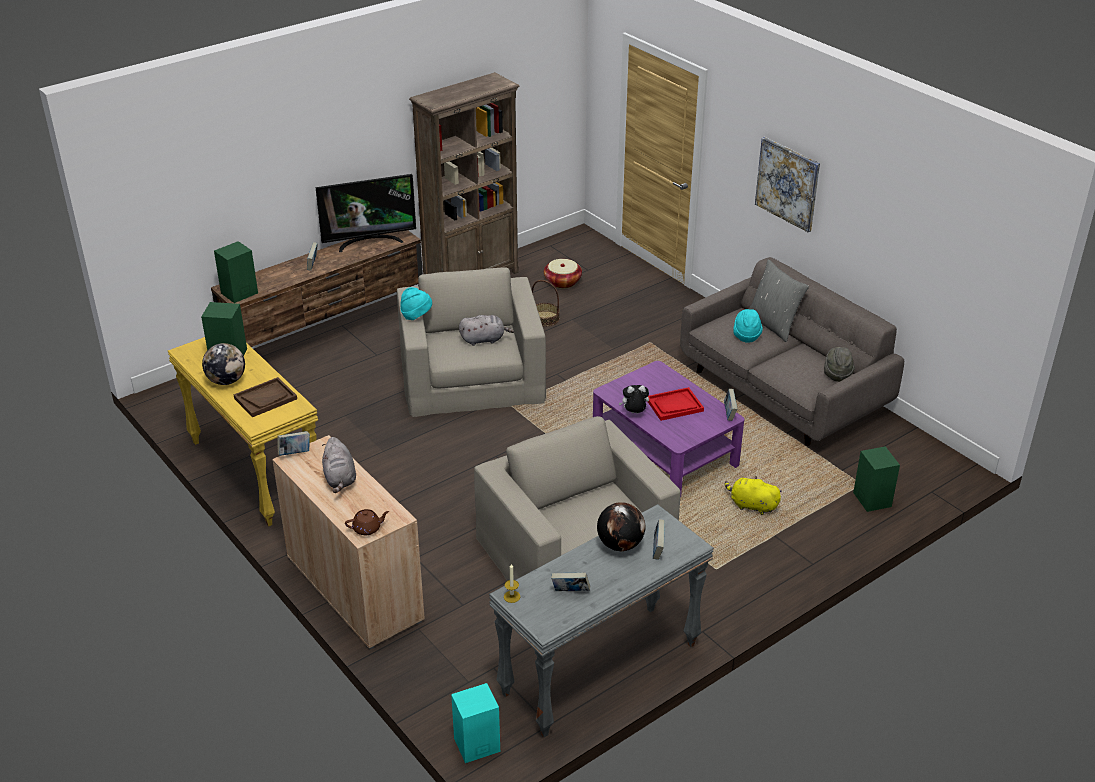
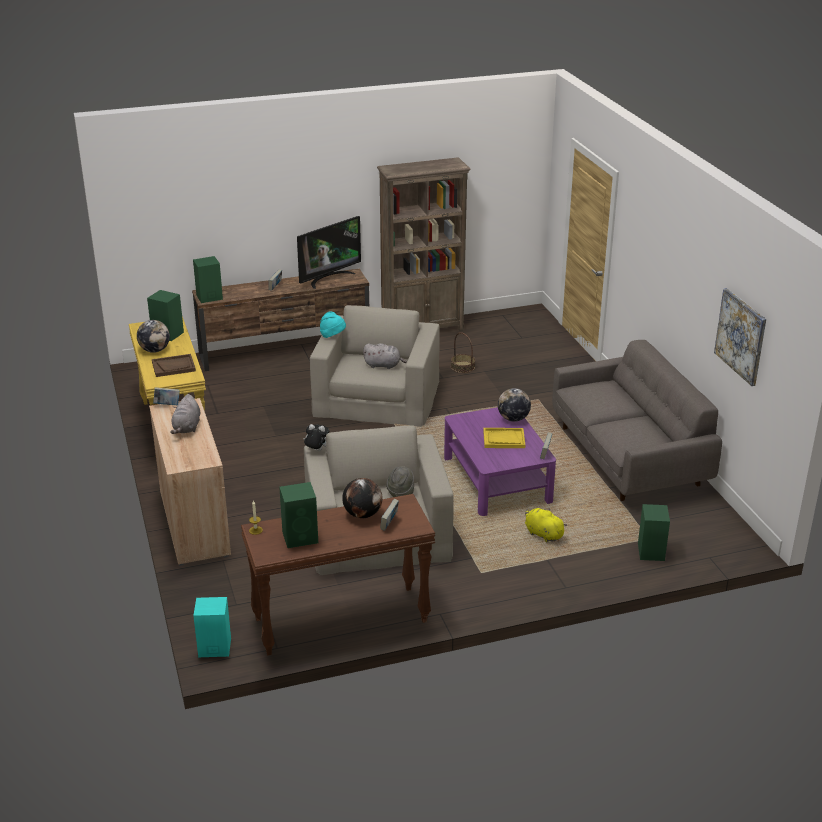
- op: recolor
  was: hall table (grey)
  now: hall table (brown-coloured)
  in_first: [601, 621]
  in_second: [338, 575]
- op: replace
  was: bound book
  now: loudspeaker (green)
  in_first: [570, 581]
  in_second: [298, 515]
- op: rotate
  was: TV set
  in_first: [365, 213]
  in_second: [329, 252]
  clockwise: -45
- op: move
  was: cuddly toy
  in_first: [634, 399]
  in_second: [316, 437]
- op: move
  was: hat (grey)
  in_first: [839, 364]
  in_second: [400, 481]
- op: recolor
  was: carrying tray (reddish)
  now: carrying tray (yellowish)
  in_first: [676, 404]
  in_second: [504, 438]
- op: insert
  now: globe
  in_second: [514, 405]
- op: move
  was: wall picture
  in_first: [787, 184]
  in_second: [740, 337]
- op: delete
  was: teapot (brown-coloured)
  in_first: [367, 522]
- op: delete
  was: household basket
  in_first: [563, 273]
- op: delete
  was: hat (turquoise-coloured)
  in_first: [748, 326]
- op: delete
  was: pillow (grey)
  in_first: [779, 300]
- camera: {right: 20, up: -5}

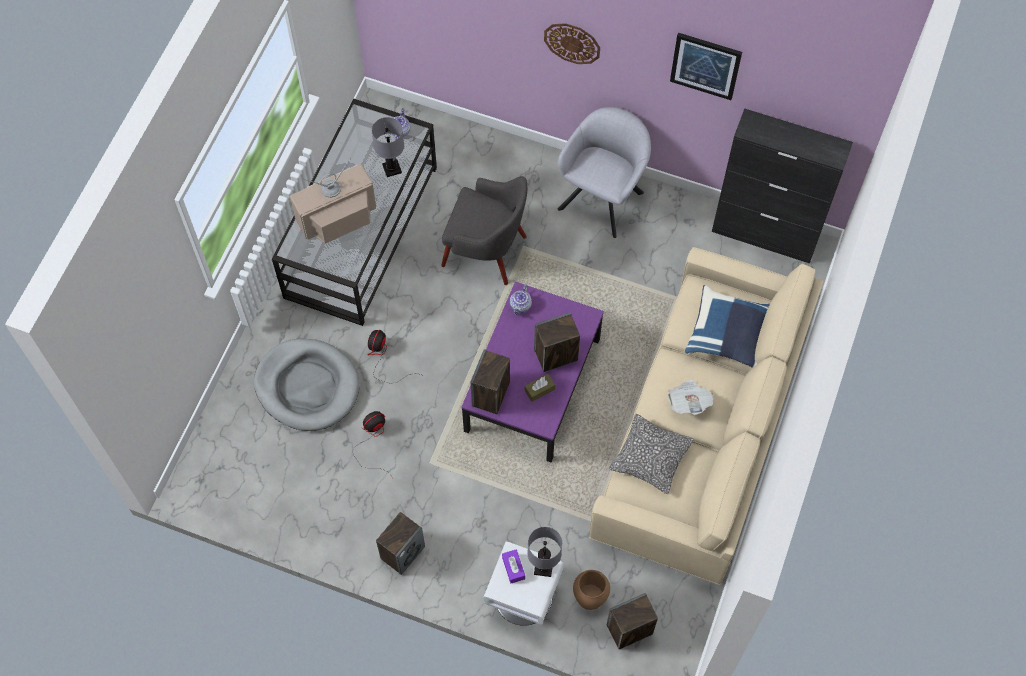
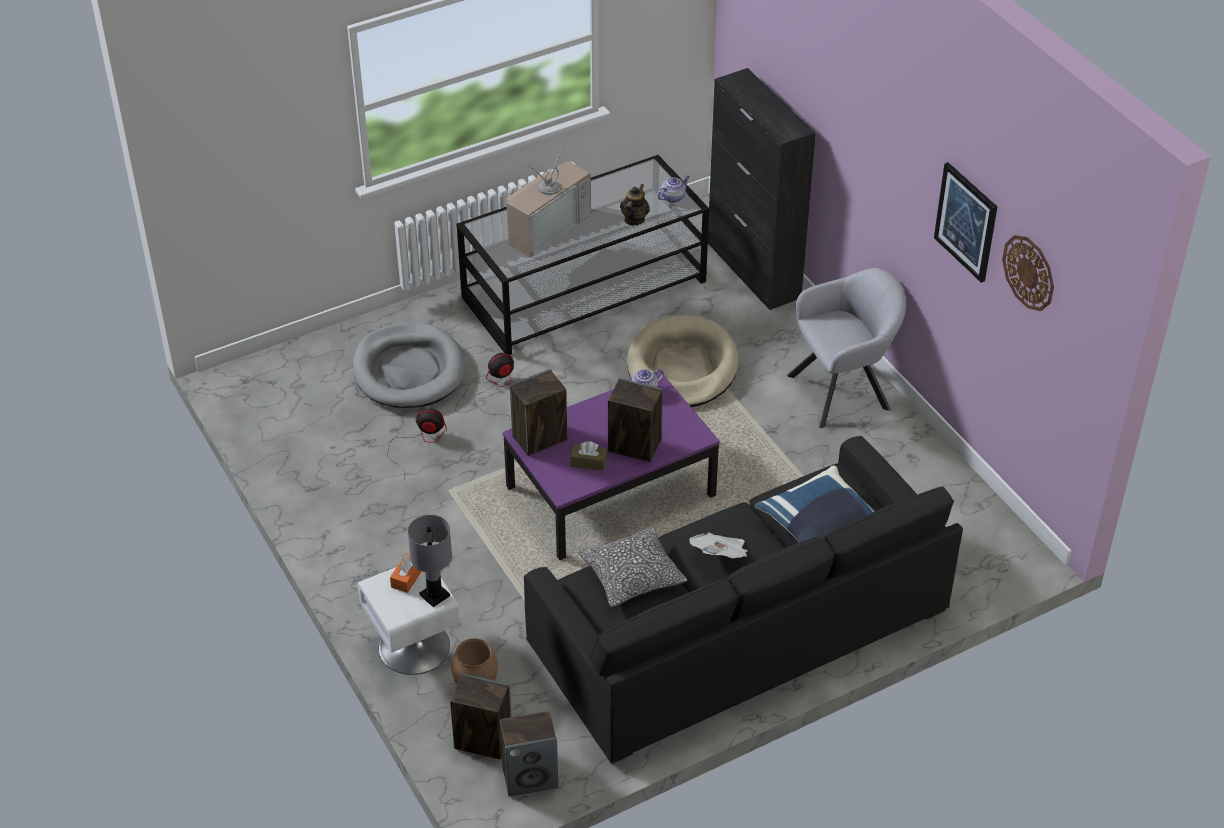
- op: recolor
  was: tissue box (purple)
  now: tissue box (orange)
  in_first: [513, 566]
  in_second: [406, 573]
- op: move
  was: loudspeaker
  in_first: [400, 543]
  in_second: [529, 753]
- op: rotate
  was: TV set
  in_first: [333, 201]
  in_second: [548, 197]
  clockwise: 120
- op: recolor
  was: settee (beige)
  now: settee (black-coloured)
  in_first: [706, 416]
  in_second: [743, 600]
- op: replace
  was: tabletop lamp (grey)
  now: teapot
  in_first: [388, 147]
  in_second: [635, 204]
- op: replace
  was: armchair (grey)
  now: dog bed (beige)
  in_first: [484, 231]
  in_second: [683, 361]
- op: move
  was: storage cabinet (black-coloured)
  in_first: [782, 186]
  in_second: [762, 189]
- op: move
  was: wall clock
  in_first: [572, 43]
  in_second: [1028, 273]
- camera: {right: 40, up: -20}

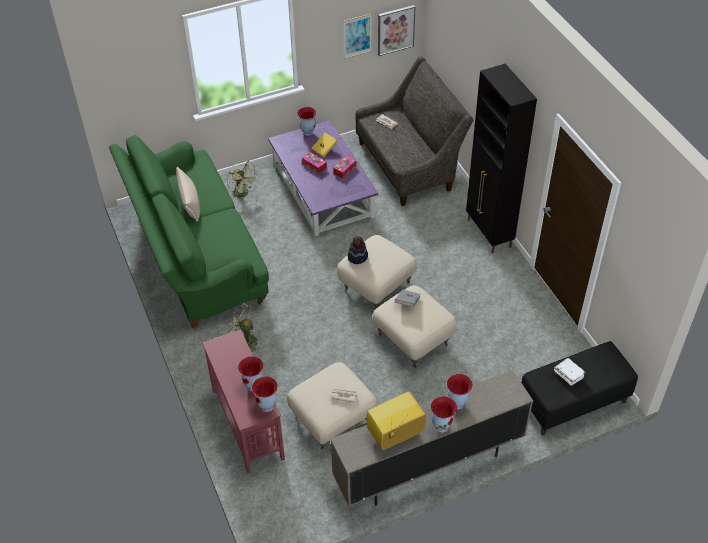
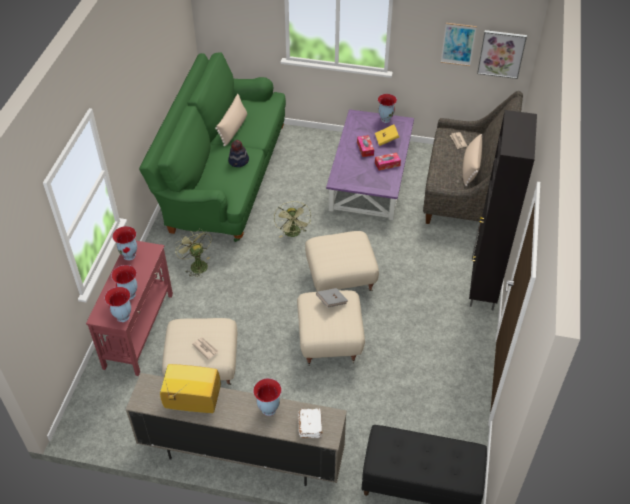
- op: move
  was: decorative vase
  in_first: [444, 414]
  in_second: [124, 243]
- op: move
  was: hat
  in_first: [358, 250]
  in_second: [238, 153]
- op: move
  was: fan (green)
  in_first: [242, 181]
  in_second: [292, 219]
- op: move
  was: bound book (white-coloured)
  in_first: [570, 372]
  in_second: [310, 423]
- op: insert
  now: pillow (beige)
  in_second: [472, 160]
- camera: {right: 35, up: 0}

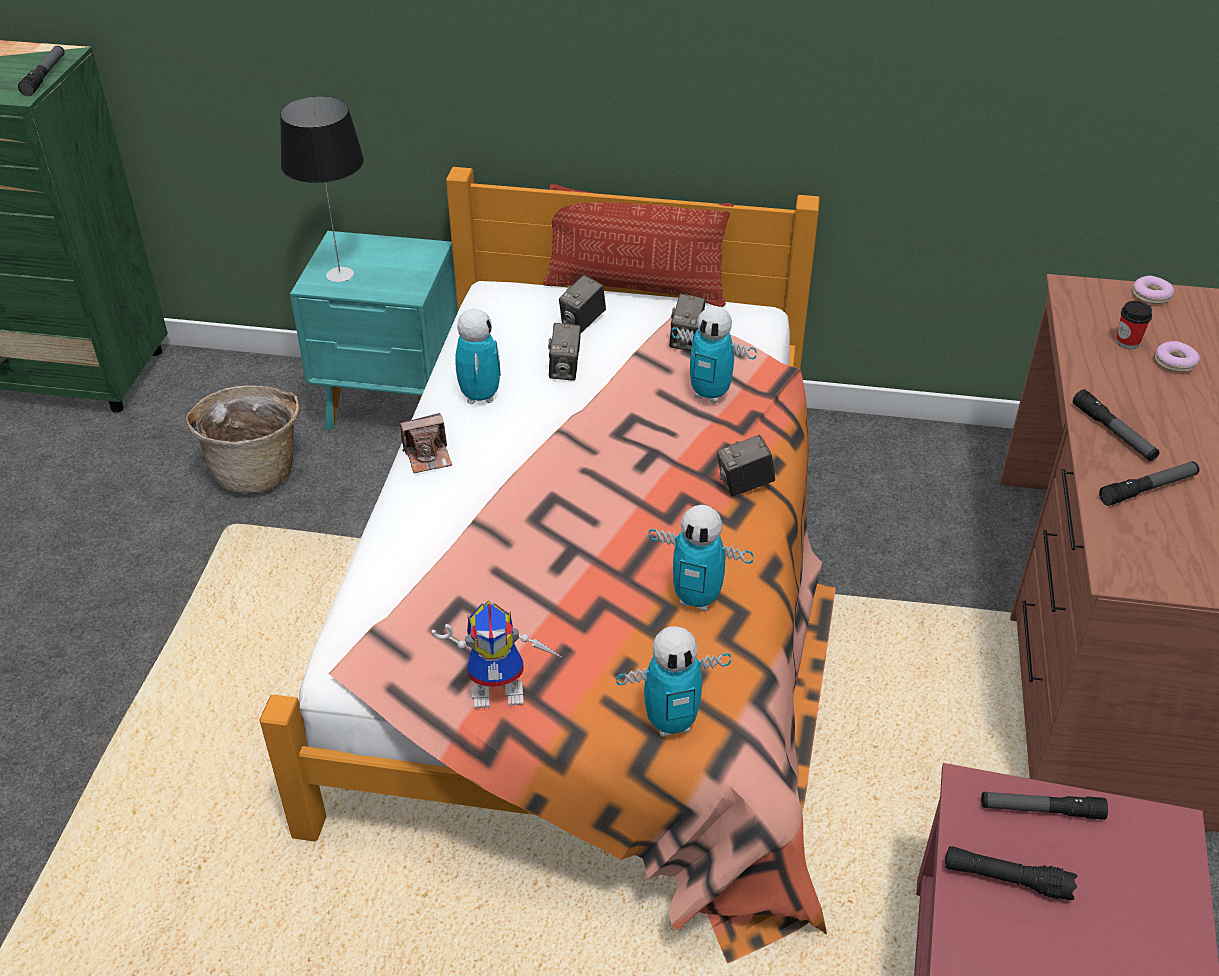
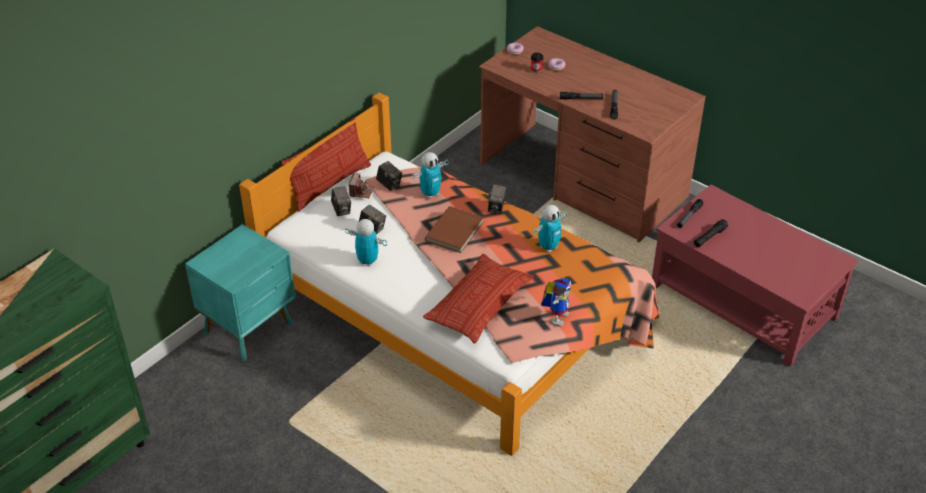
- op: move
  was: photo camera
  in_first: [426, 443]
  in_second: [361, 185]
- op: insert
  now: pillow
  in_second: [478, 298]
- op: insert
  now: bound book (brown-coloured)
  in_second: [454, 229]
- op: delete
  was: torch
  in_first: [41, 71]
- op: delete
  was: household basket
  in_first: [243, 439]
- op: delete
  was: tabletop lamp
  in_first: [322, 189]
- op: delete
  was: model robot
  in_first: [673, 681]
- camera: {right: -60, up: 0}

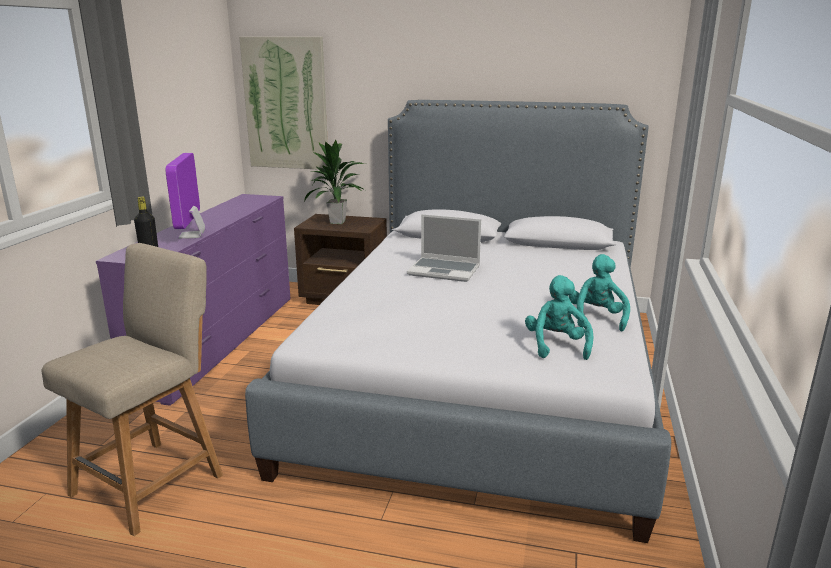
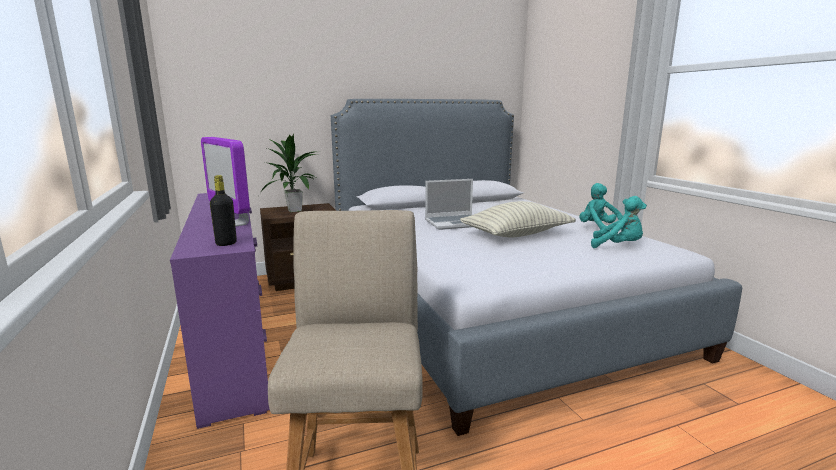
- op: insert
  now: pillow
  in_second: [518, 219]
- op: rotate
  was: cuddly toy (turquoise-coloured)
  in_first: [559, 317]
  in_second: [619, 222]
  clockwise: 150
- op: delete
  was: wall picture
  in_first: [283, 103]
- camera: {right: -35, up: -5}

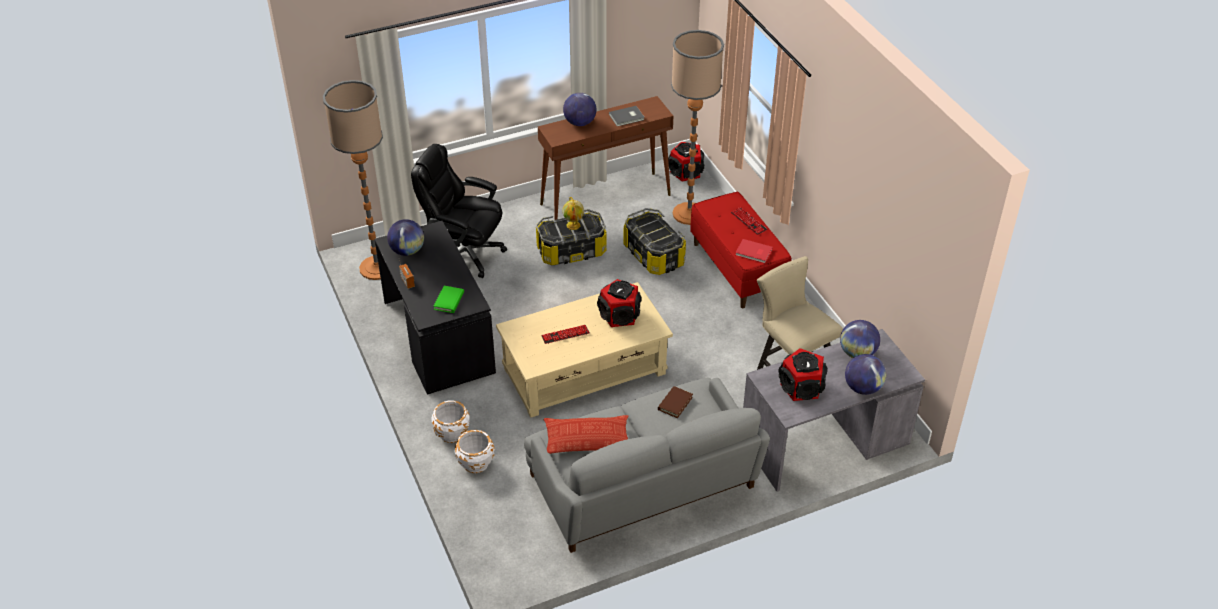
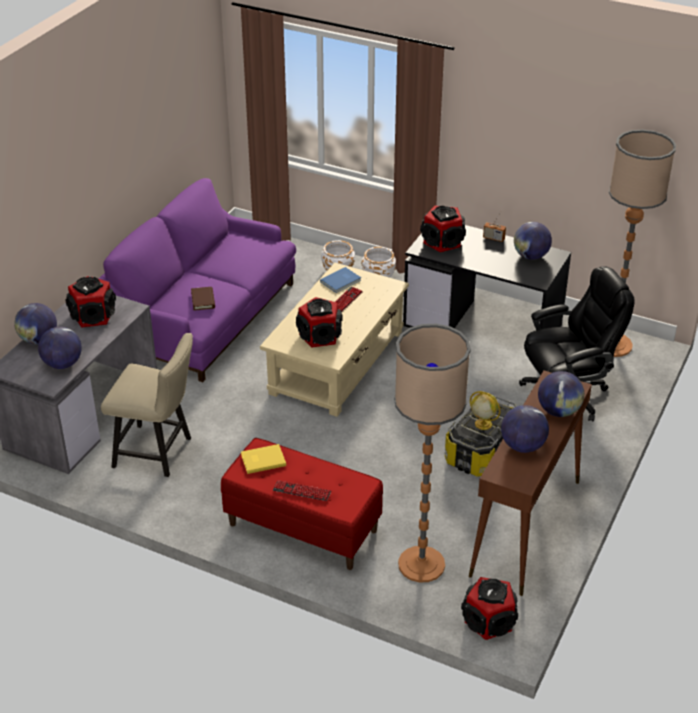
- op: recolor
  was: settee (grey)
  now: settee (purple)
  in_first: [647, 465]
  in_second: [197, 280]
- op: recolor
  was: bound book (reddish)
  now: bound book (yellowish)
  in_first: [754, 251]
  in_second: [263, 459]
- op: insert
  now: bound book (blue)
  in_second: [340, 280]
- op: replace
  was: bound book (green)
  now: loudspeaker
  in_first: [448, 299]
  in_second: [443, 229]
- op: replace
  was: bound book (grey)
  now: globe
  in_first: [627, 116]
  in_second: [525, 429]
- op: delete
  was: pillow
  in_first: [586, 434]
- op: delete
  was: storage box
  in_first: [654, 241]
- camera: {right: 140, up: -5}

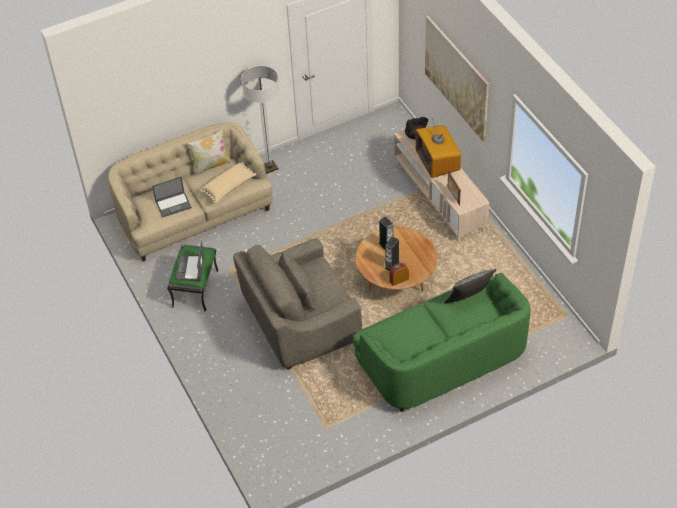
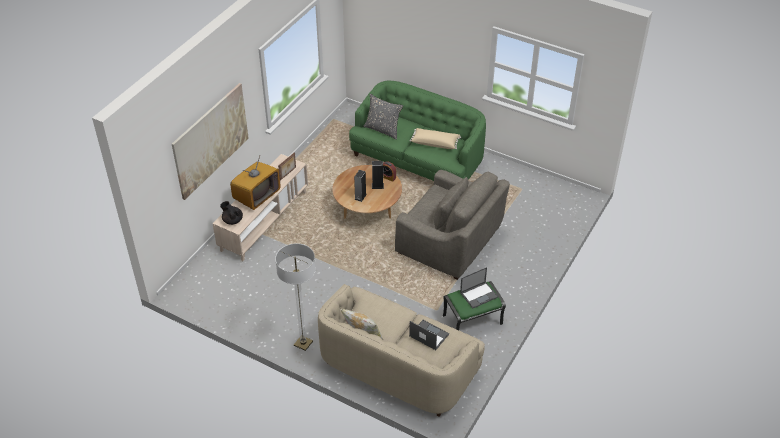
- op: move
  was: pillow (beige)
  in_first: [228, 182]
  in_second: [435, 138]
- camera: {right: -125, up: -5}

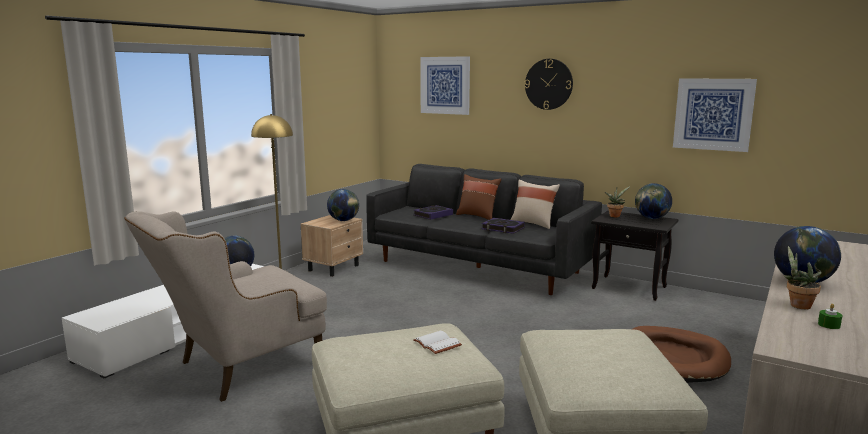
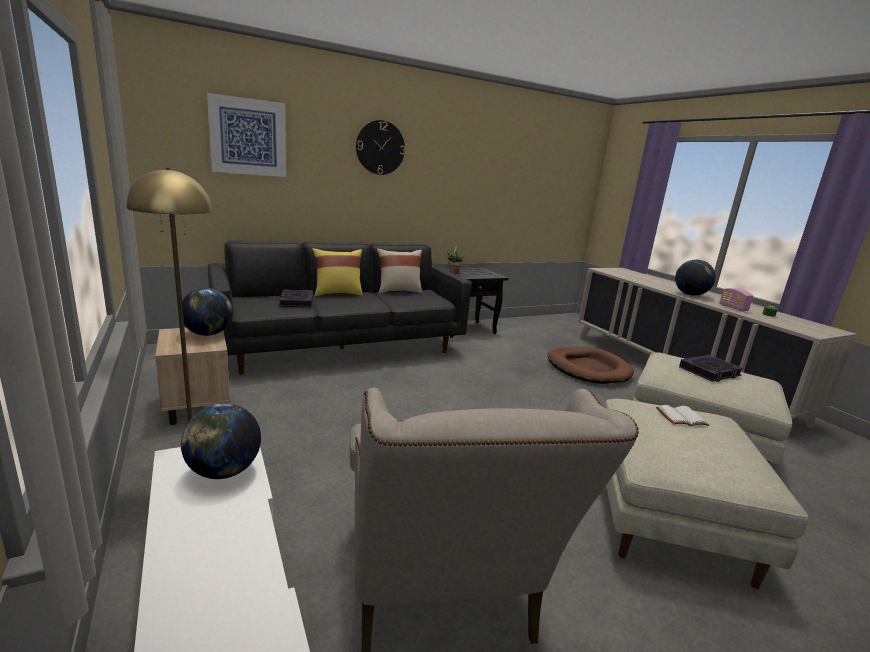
- op: recolor
  was: pillow (brown-coloured)
  now: pillow (yellowish)
  in_first: [478, 197]
  in_second: [337, 272]
- op: move
  was: bound book
  in_first: [503, 226]
  in_second: [711, 368]
- op: replace
  was: houseplant
  now: radio receiver
  in_first: [802, 277]
  in_second: [736, 299]
- op: delete
  was: globe
  in_first: [653, 201]
- op: delete
  was: wall picture
  in_first: [715, 115]
- camera: {right: -60, up: 5}

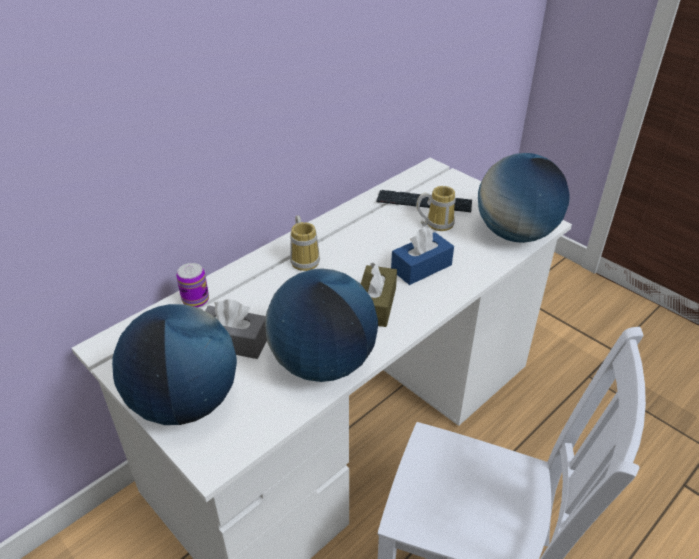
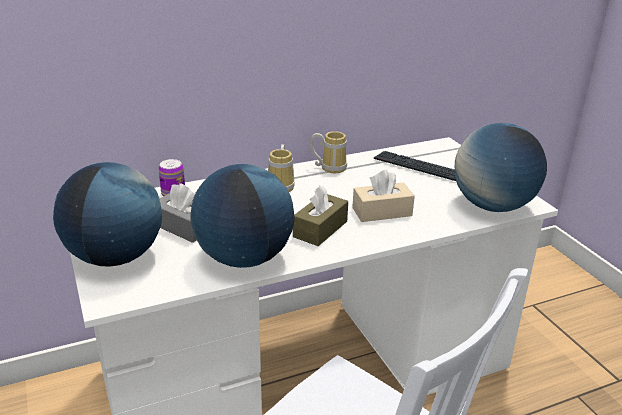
- op: move
  was: coffee mug
  in_first: [436, 208]
  in_second: [328, 152]
- op: recolor
  was: tissue box (blue)
  now: tissue box (beige)
  in_first: [422, 256]
  in_second: [383, 196]
- camera: {right: 20, up: -10}

